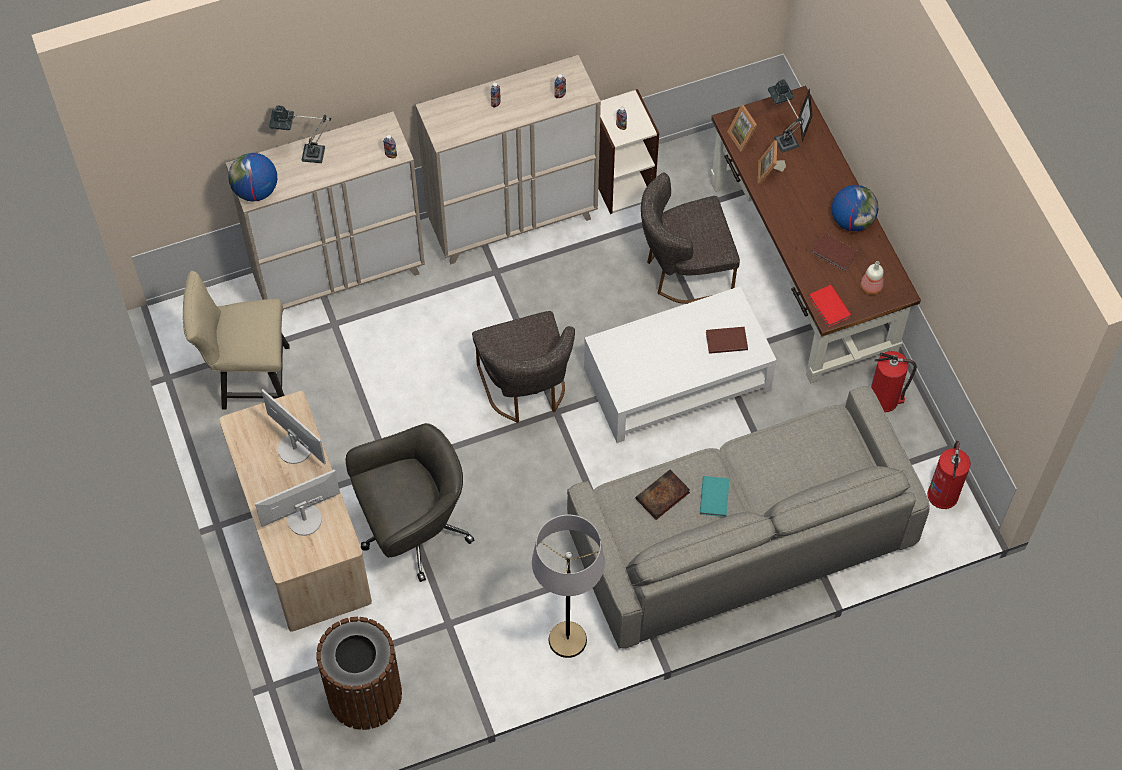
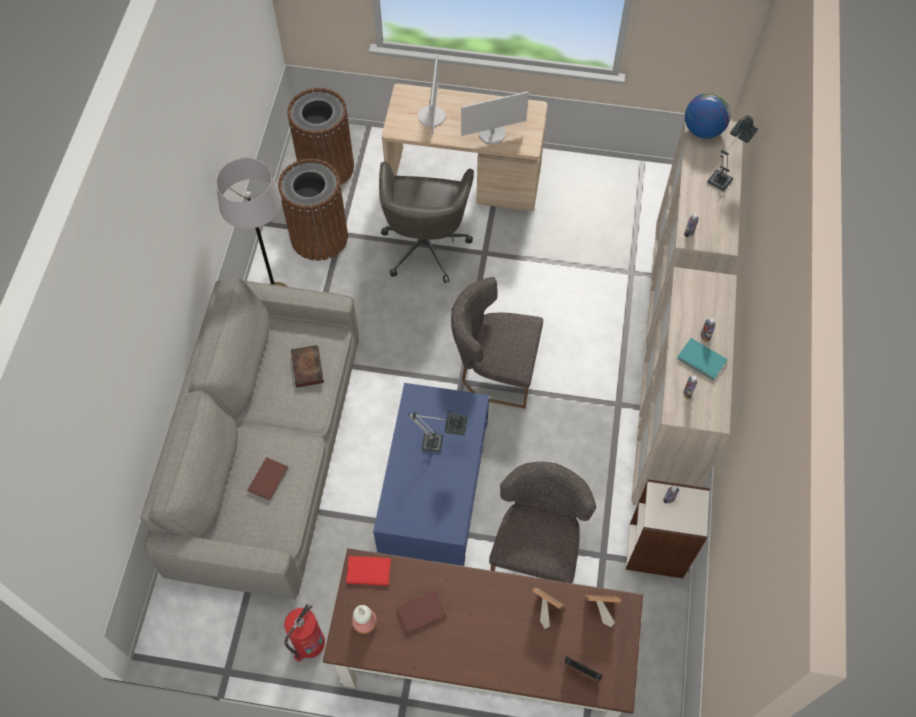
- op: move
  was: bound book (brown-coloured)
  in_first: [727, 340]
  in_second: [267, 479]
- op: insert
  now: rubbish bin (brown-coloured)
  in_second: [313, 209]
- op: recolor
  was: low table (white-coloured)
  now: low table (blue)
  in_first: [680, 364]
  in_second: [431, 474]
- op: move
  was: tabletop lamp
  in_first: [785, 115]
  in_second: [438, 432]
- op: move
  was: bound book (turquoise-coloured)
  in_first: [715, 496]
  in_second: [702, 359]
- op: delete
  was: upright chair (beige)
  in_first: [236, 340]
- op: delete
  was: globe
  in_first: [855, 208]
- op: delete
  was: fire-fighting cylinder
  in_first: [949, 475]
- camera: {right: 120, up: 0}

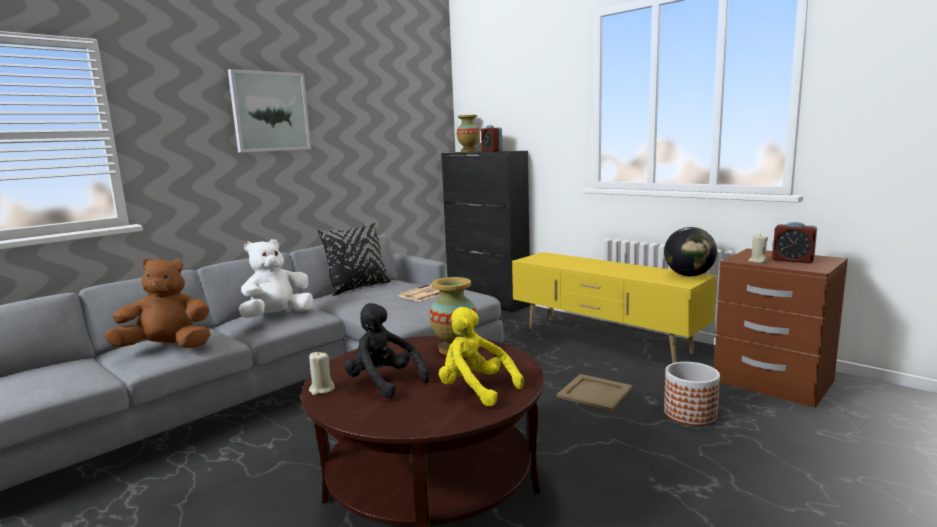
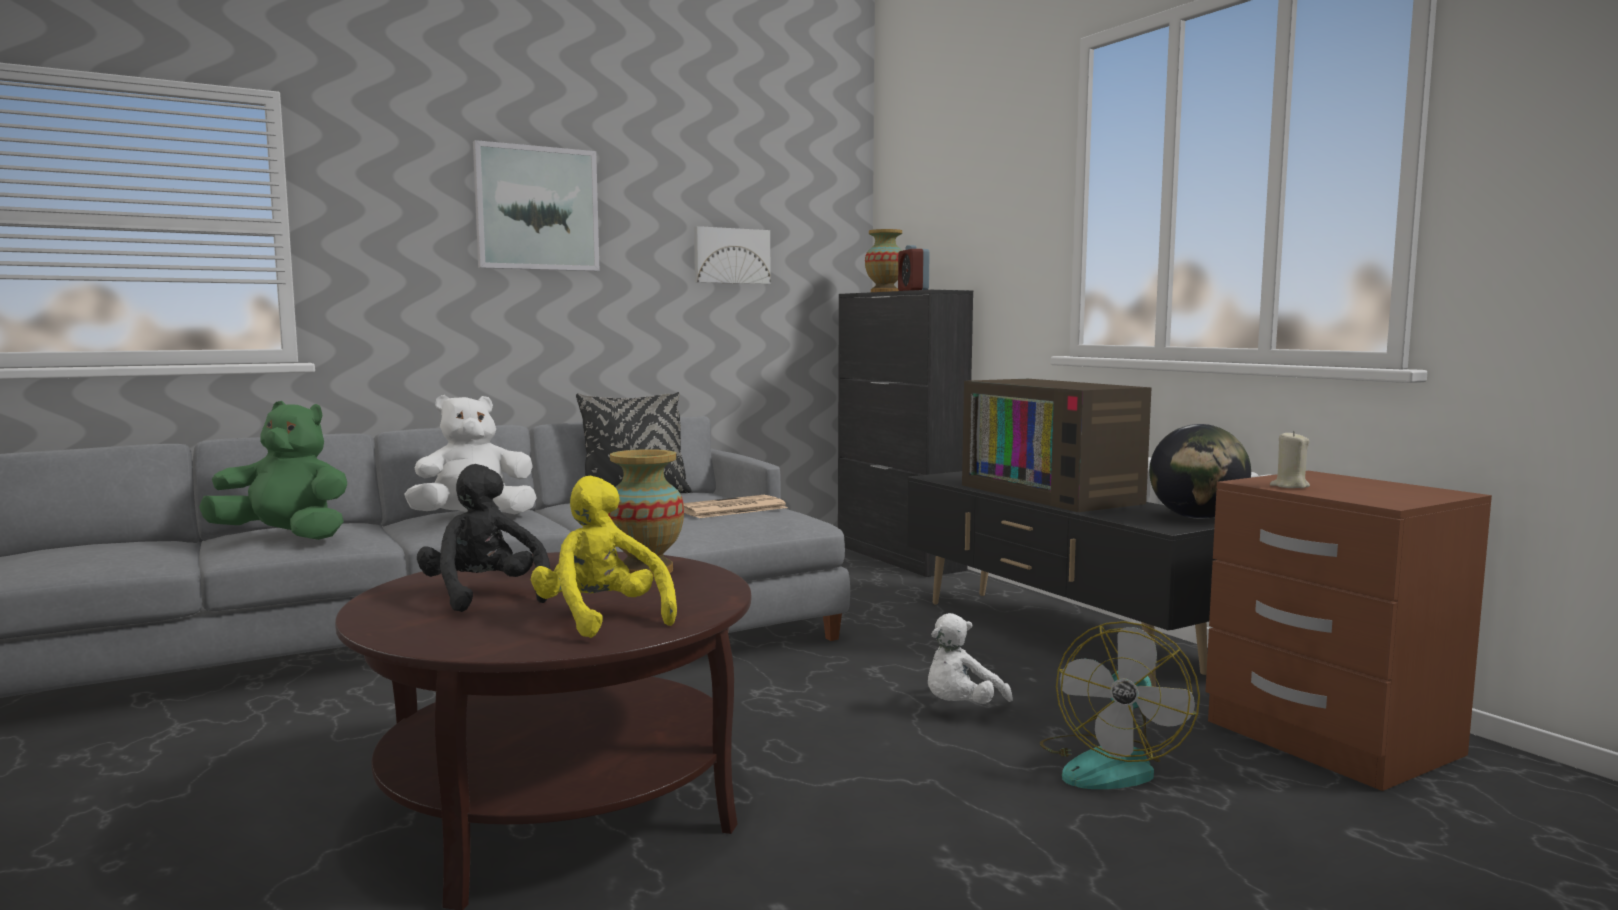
- op: recolor
  was: cuddly toy (brown-coloured)
  now: cuddly toy (green)
  in_first: [157, 303]
  in_second: [273, 470]
- op: insert
  now: wall picture
  in_second: [732, 255]
- op: recolor
  was: media console (yellowish)
  now: media console (black-coloured)
  in_first: [614, 307]
  in_second: [1061, 579]
- op: replace
  was: carrying tray (beige)
  now: cuddly toy (white-coloured)
  in_first: [594, 392]
  in_second: [970, 658]
- op: insert
  now: TV set
  in_second: [1057, 445]
- op: replace
  was: flower pot
  now: fan
  in_first: [692, 394]
  in_second: [1120, 705]
- op: delete
  was: candle (beige)
  in_first: [322, 373]
- op: delete
  was: table clock
  in_first: [794, 242]
- camera: {right: 15, up: -5}

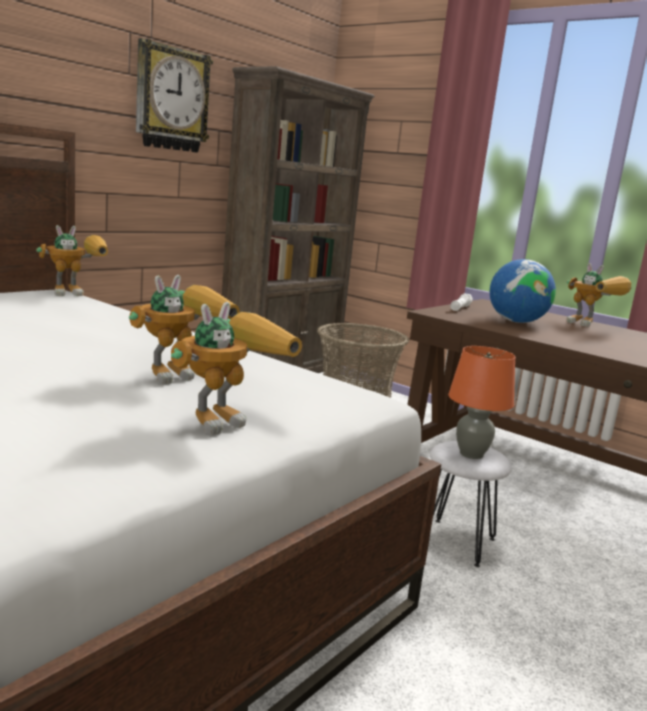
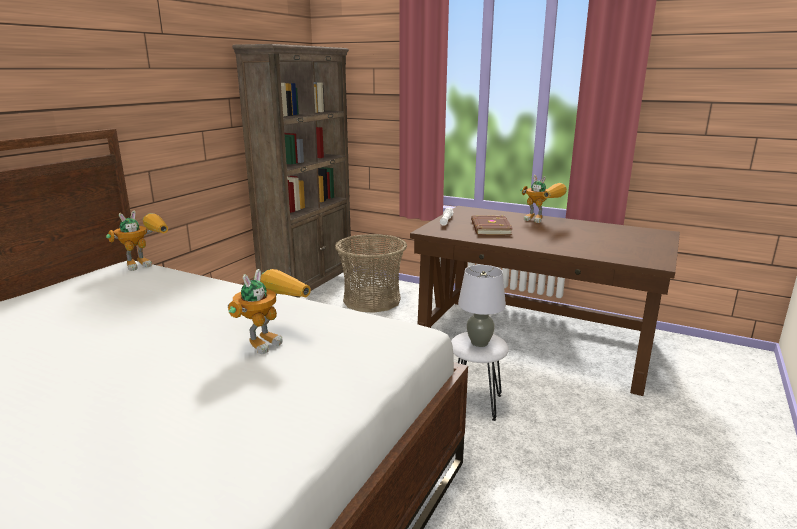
- op: recolor
  was: tabletop lamp (orange)
  now: tabletop lamp (grey)
  in_first: [482, 402]
  in_second: [482, 306]
- op: replace
  was: globe
  now: bound book (brown-coloured)
  in_first: [523, 291]
  in_second: [492, 225]
- op: delete
  was: wall clock
  in_first: [174, 95]
- op: delete
  was: model robot
  in_first: [236, 368]
- camera: {right: -10, up: 5}

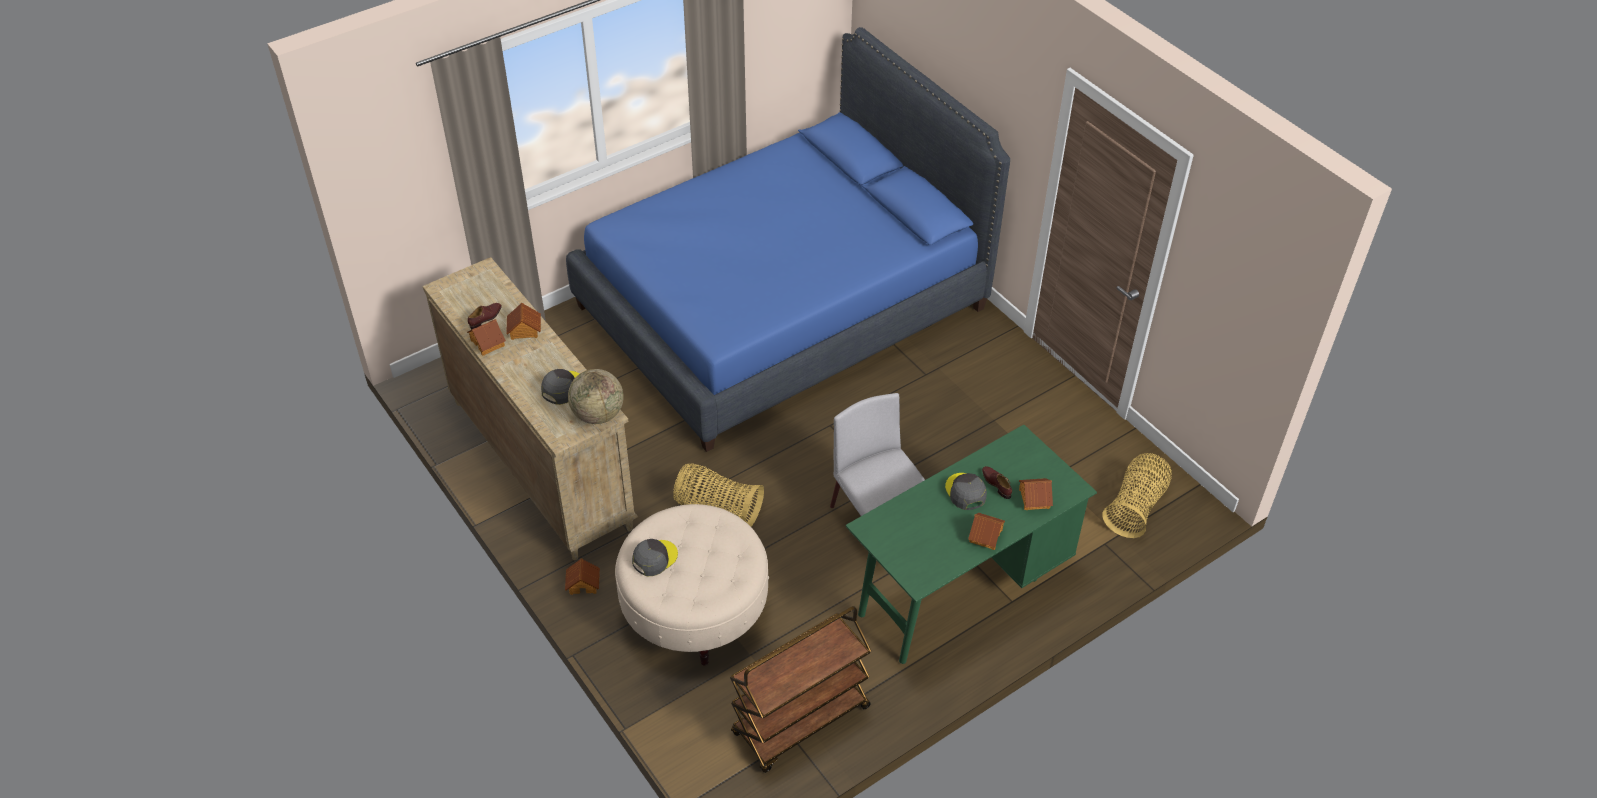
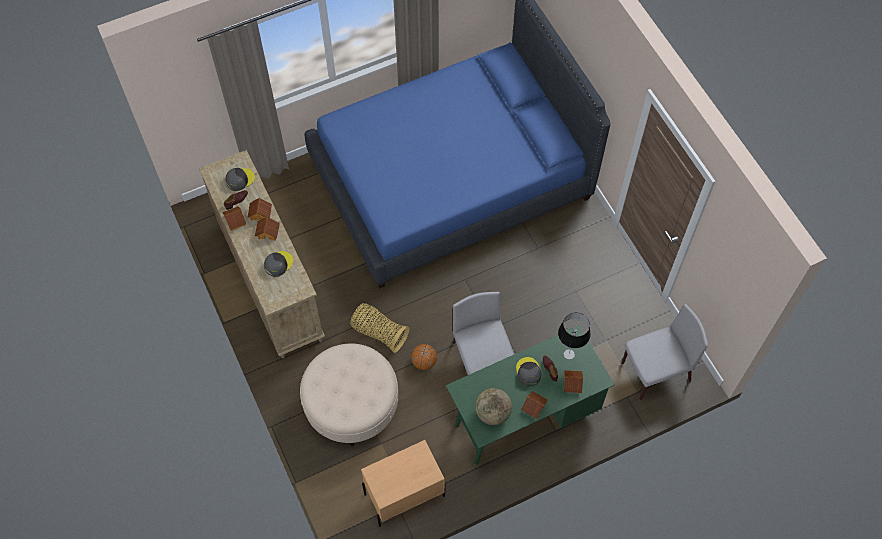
- op: move
  was: cap (grey)
  in_first: [655, 557]
  in_second: [240, 179]
- op: move
  was: toy house
  in_first: [582, 576]
  in_second: [267, 229]
- op: replace
  was: cart (brown-coloured)
  now: night table (beige)
  in_first: [800, 689]
  in_second: [403, 483]
- op: insert
  now: basketball
  in_second: [424, 357]
- op: move
  was: globe
  in_first: [596, 396]
  in_second: [493, 406]
- op: insert
  now: tabletop lamp
  in_second: [574, 336]
- op: replace
  was: household basket
  now: upright chair (grey)
  in_first: [1137, 495]
  in_second: [665, 352]
- camera: {right: 10, up: 15}

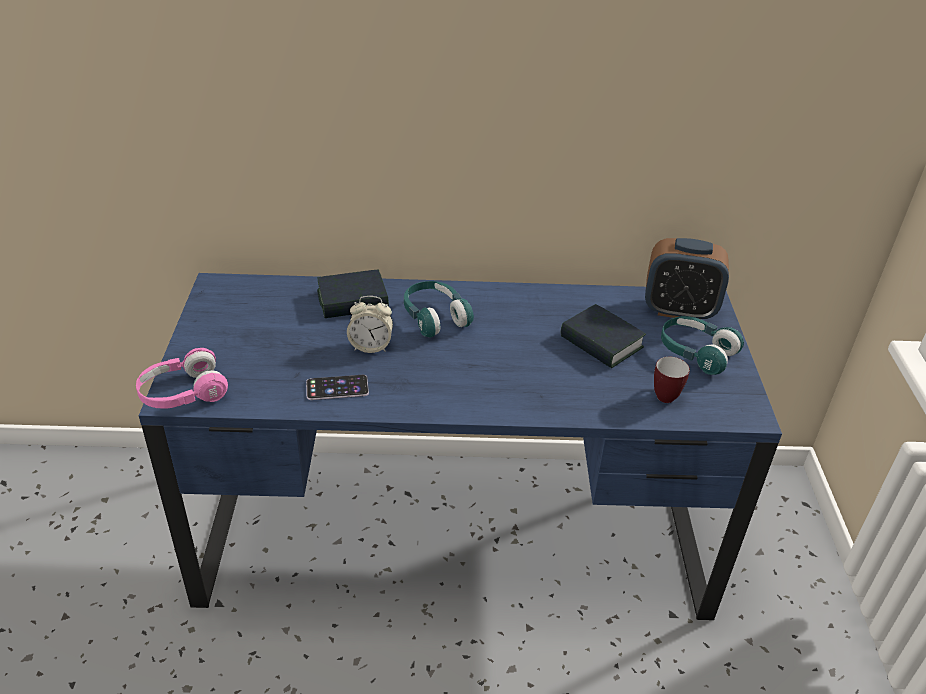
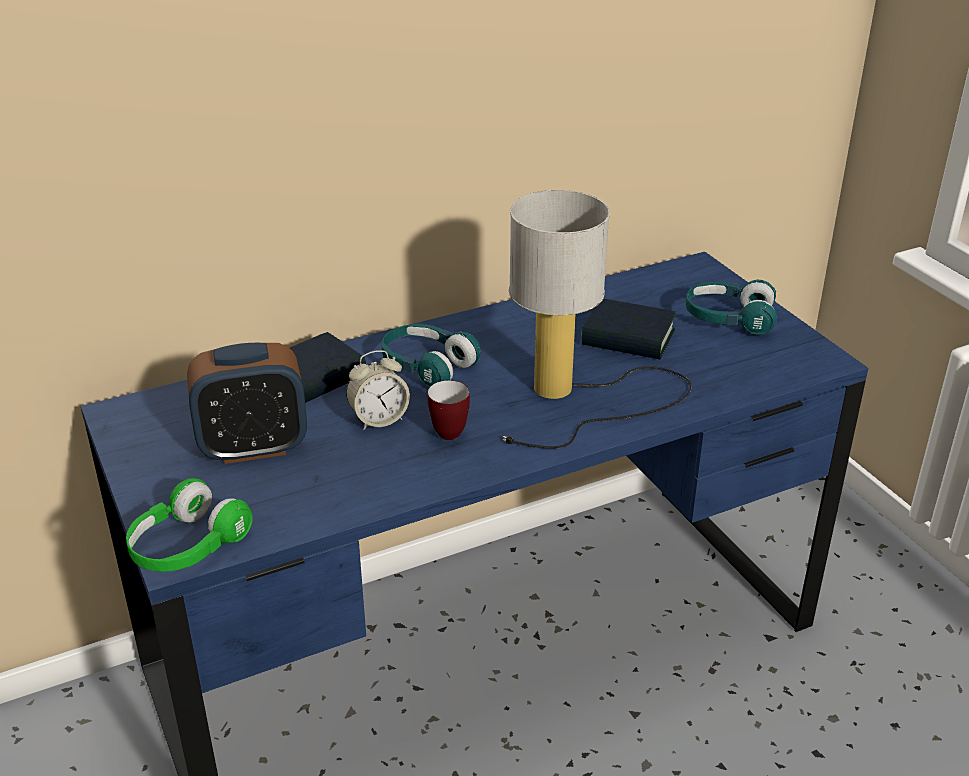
- op: recolor
  was: pair of headphones (pinkish)
  now: pair of headphones (green)
  in_first: [182, 378]
  in_second: [189, 525]
- op: move
  was: table clock
  in_first: [687, 278]
  in_second: [247, 403]
- op: move
  was: coffee mug
  in_first: [672, 380]
  in_second: [448, 410]
- op: insert
  now: tabletop lamp
  in_second: [597, 319]
- op: delete
  was: telephone
  in_first: [337, 387]
- camera: {right: -25, up: -5}

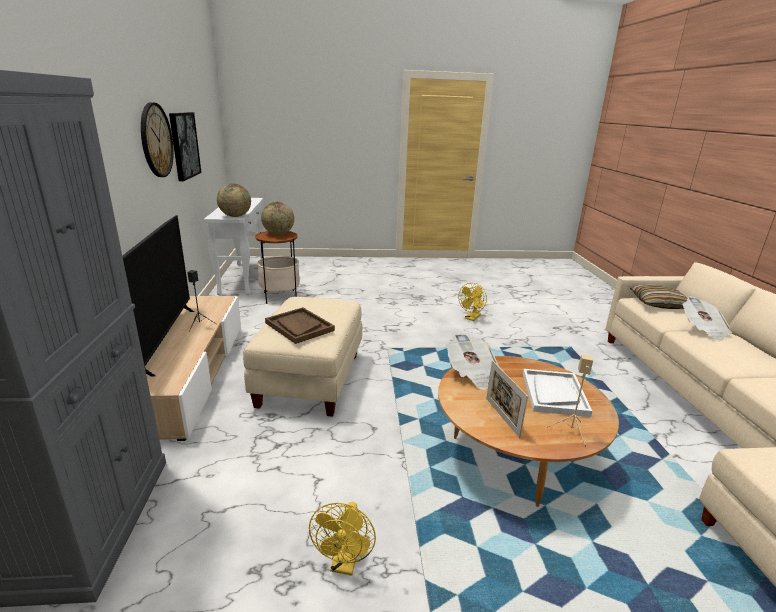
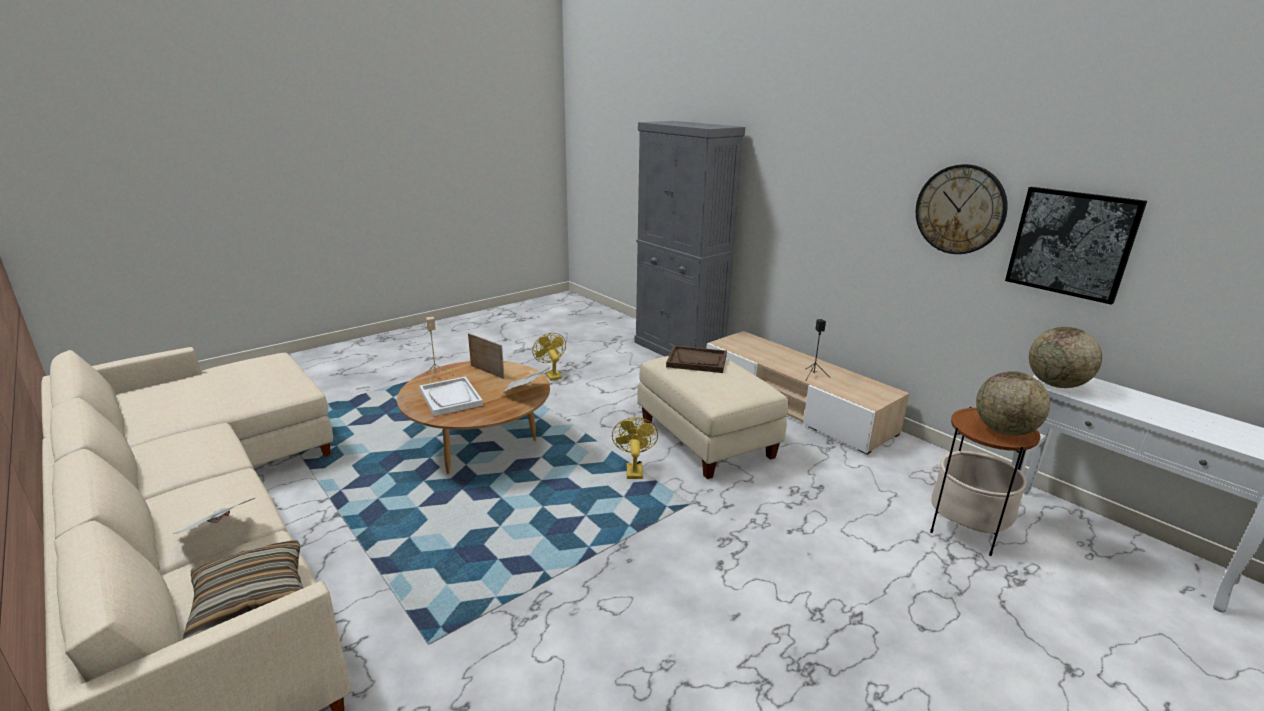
- op: move
  was: fan (yellowish)
  in_first: [472, 302]
  in_second: [635, 448]
- op: delete
  was: TV set
  in_first: [158, 295]
- camera: {right: 145, up: 0}

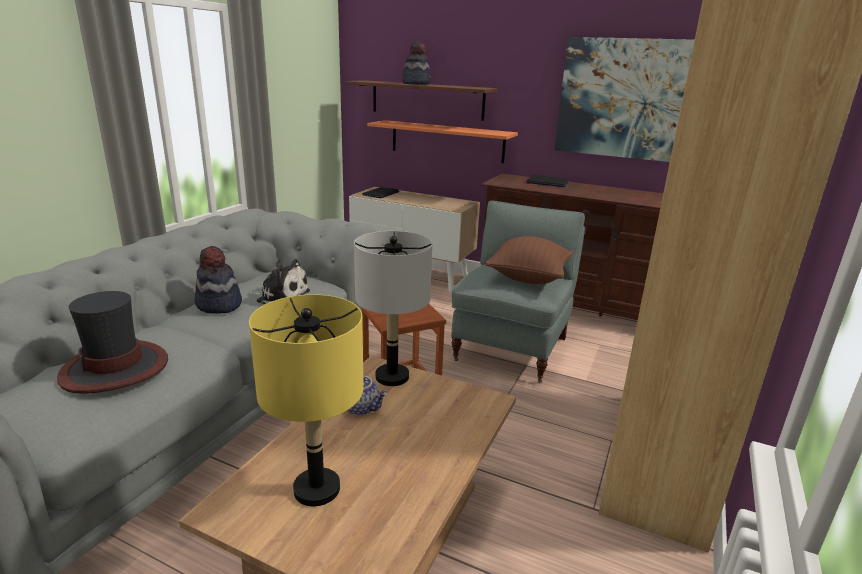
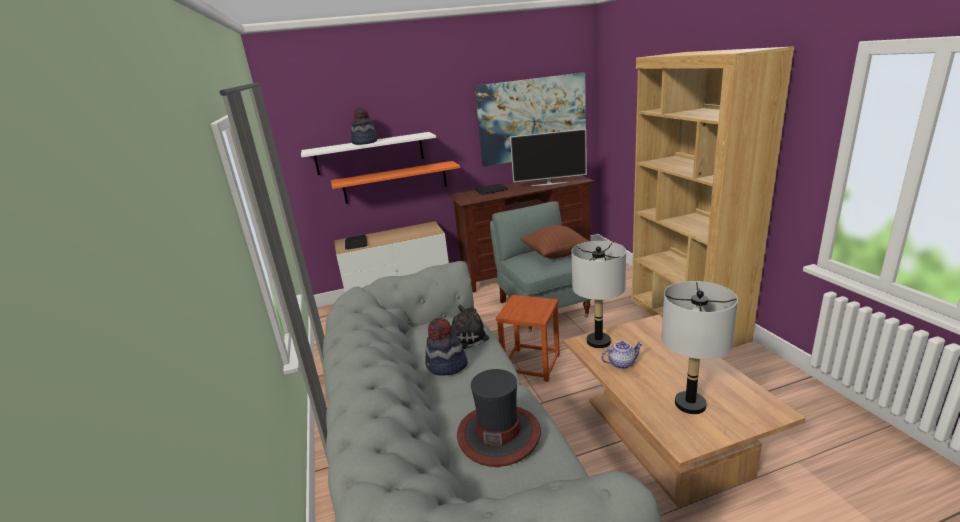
- op: recolor
  was: bracket shelf (brown-coloured)
  now: bracket shelf (white-coloured)
  in_first: [422, 100]
  in_second: [368, 153]
- op: insert
  now: TV set
  in_second: [548, 157]
- op: recolor
  was: tabletop lamp (yellowish)
  now: tabletop lamp (grey)
  in_first: [306, 400]
  in_second: [700, 347]
- camera: {right: -40, up: 0}

